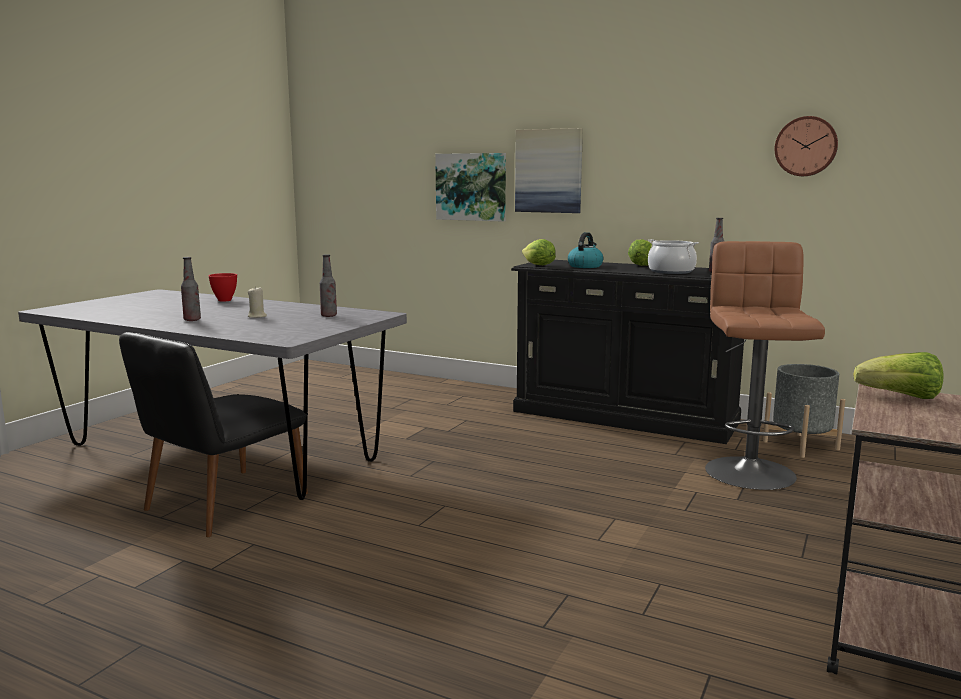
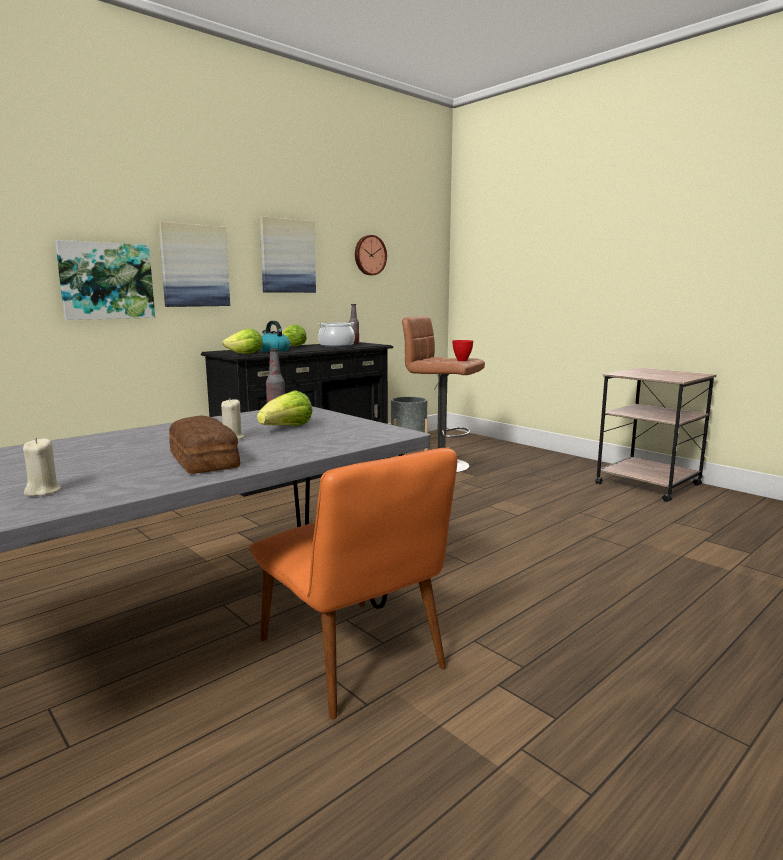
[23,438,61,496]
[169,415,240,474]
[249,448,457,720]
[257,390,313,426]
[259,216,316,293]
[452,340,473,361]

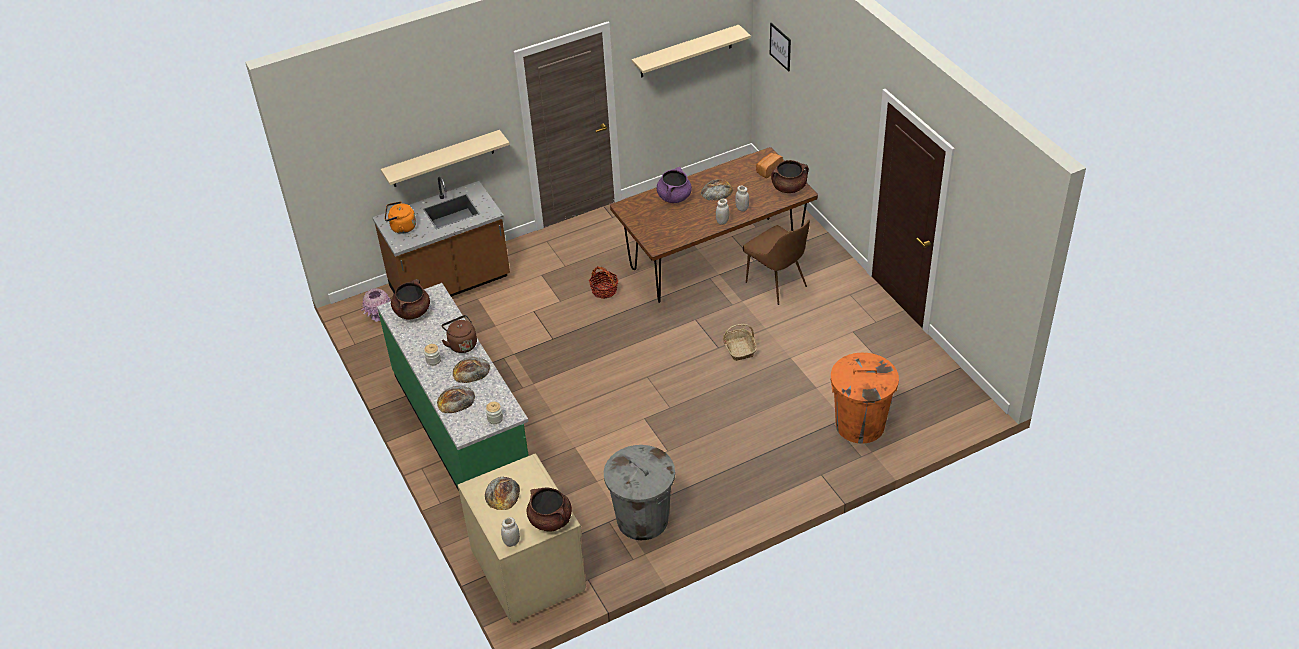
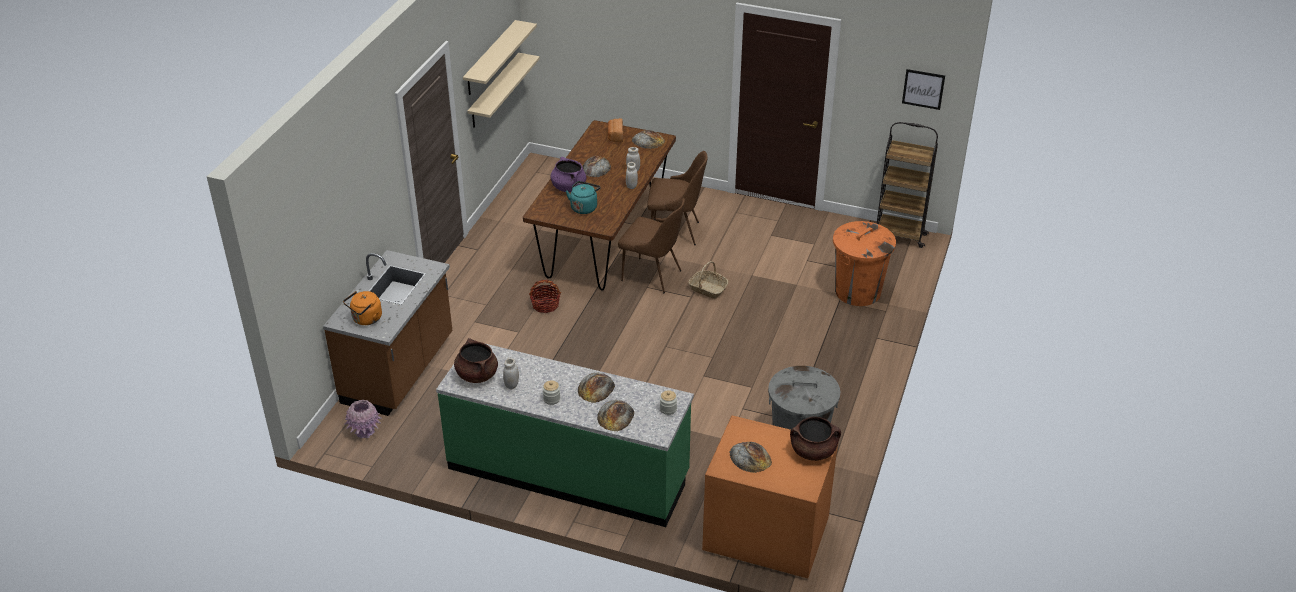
[467,53,540,128]
[503,358,519,389]
[566,181,601,214]
[618,198,685,293]
[632,130,665,149]
[702,415,838,579]
[877,122,938,248]
[902,69,945,110]
[442,315,477,353] (first image)

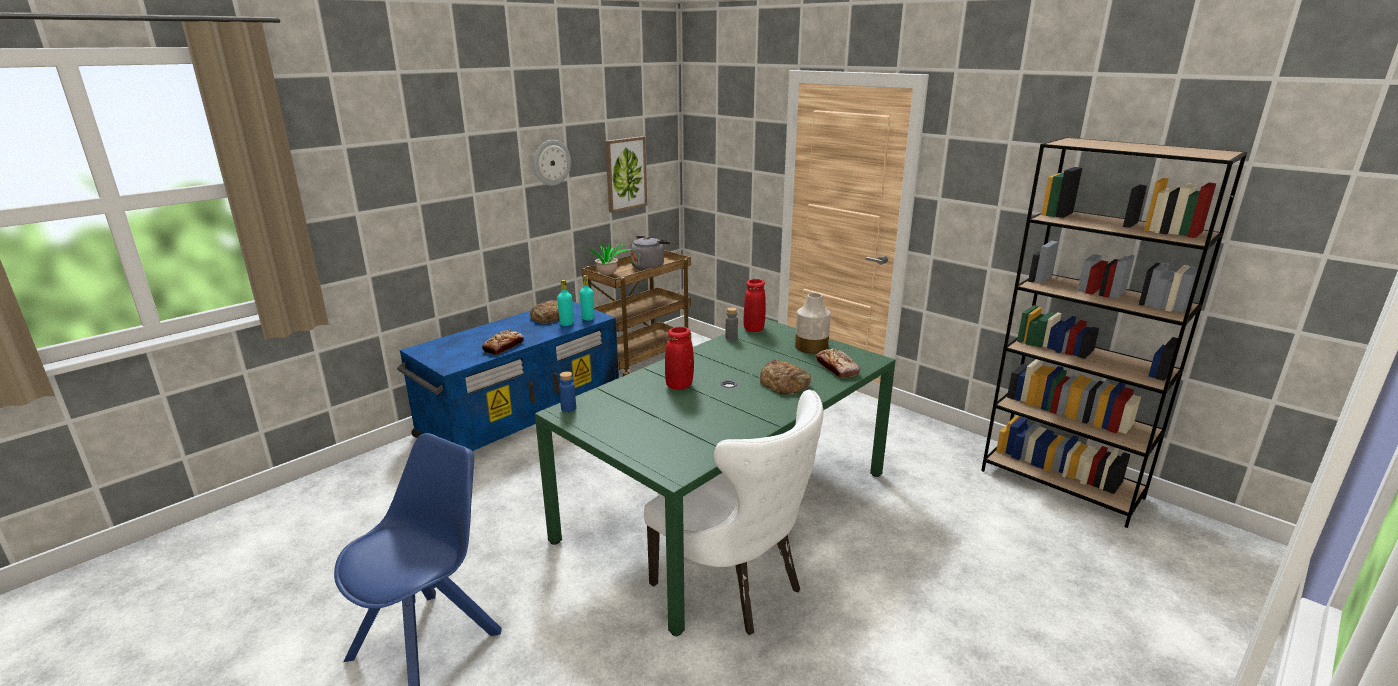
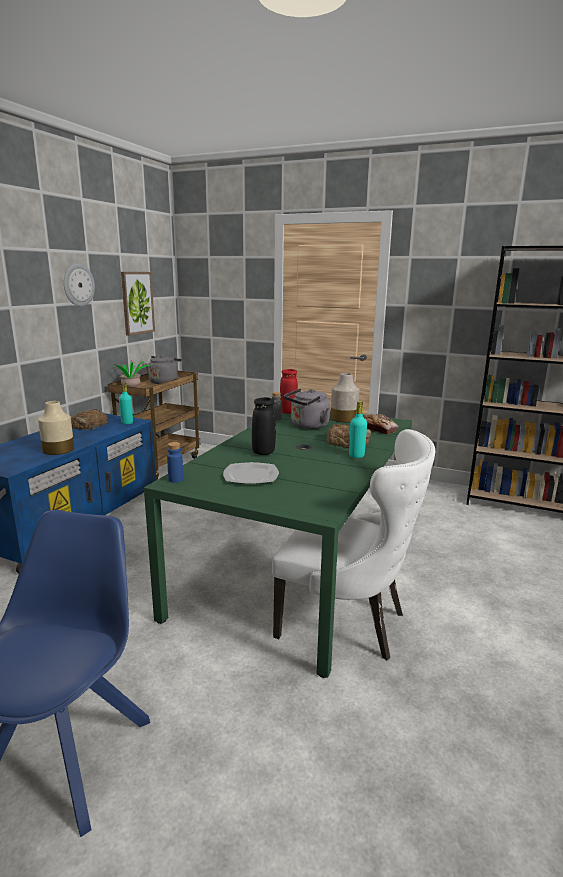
[38,401,74,455]
[223,462,279,484]
[252,397,276,455]
[284,388,330,429]
[349,401,367,458]

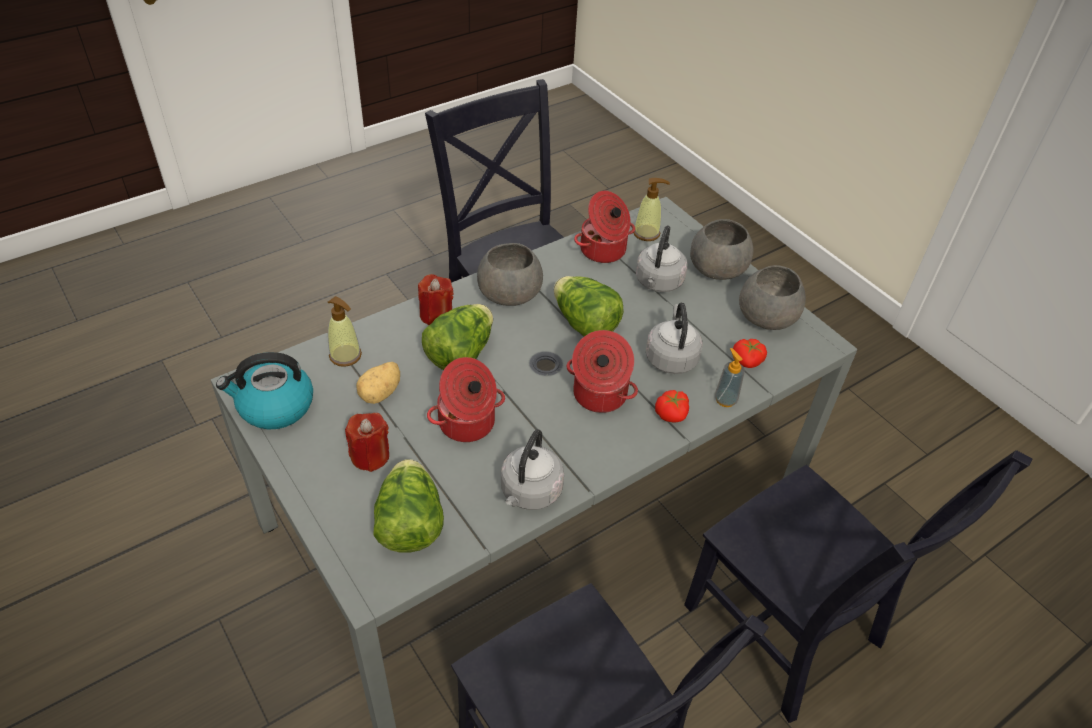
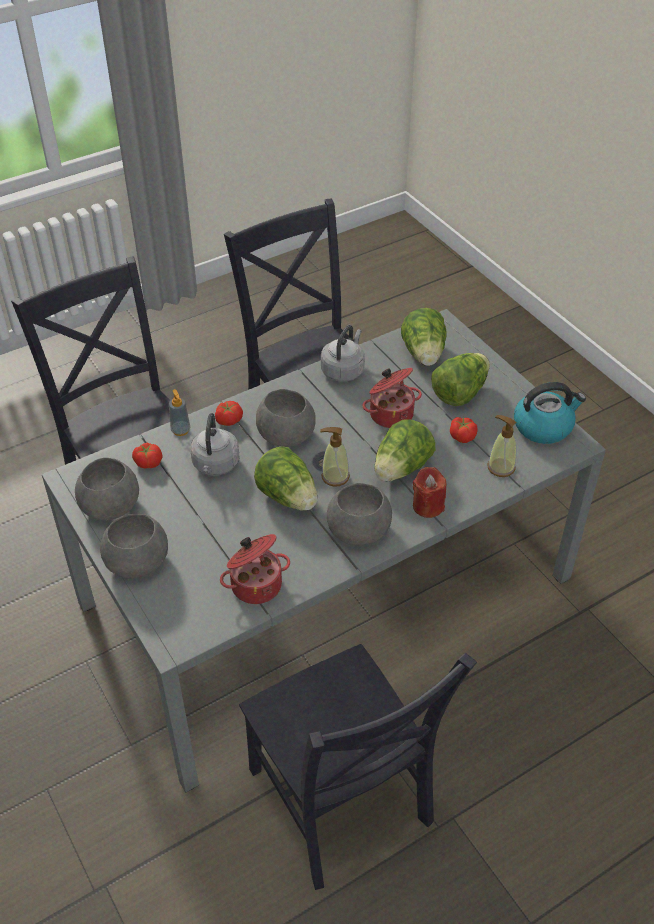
[256,389,316,447]
[320,427,350,487]
[431,353,490,406]
[450,417,478,443]
[636,225,687,292] (first image)

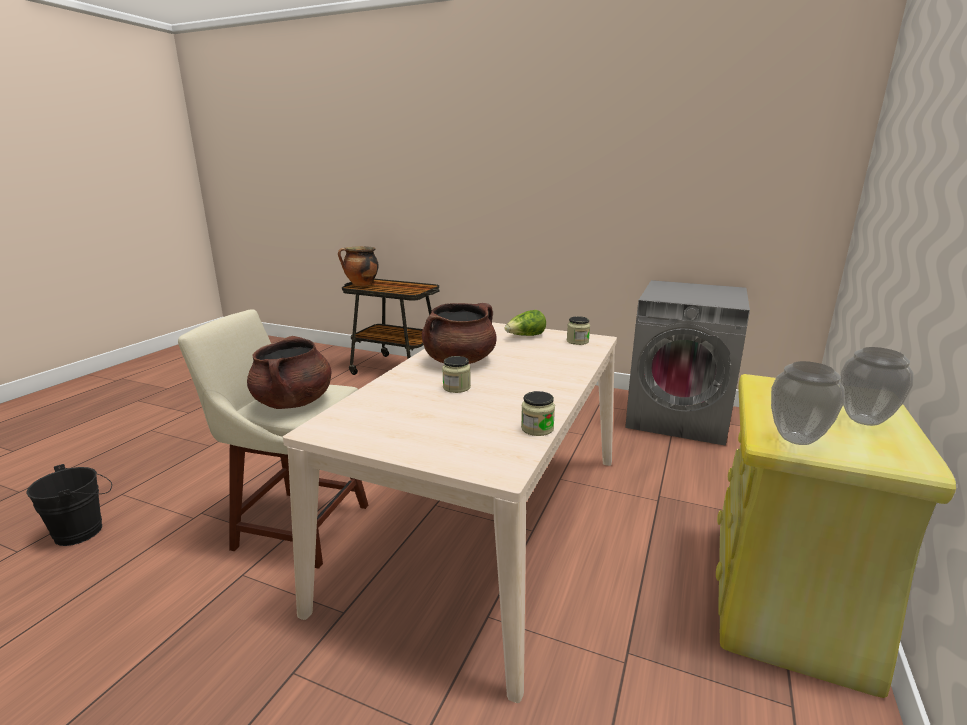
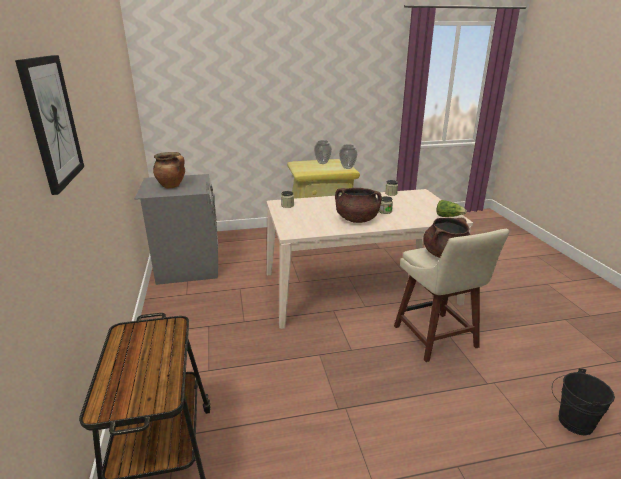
[15,55,84,195]
[153,152,185,188]
[437,200,467,217]

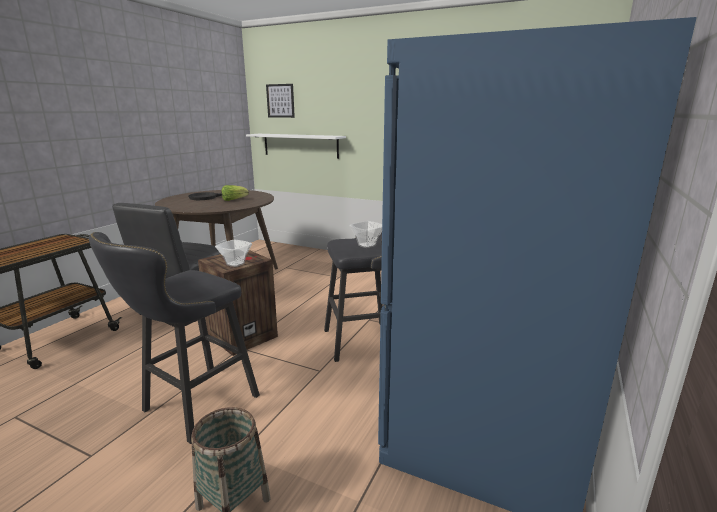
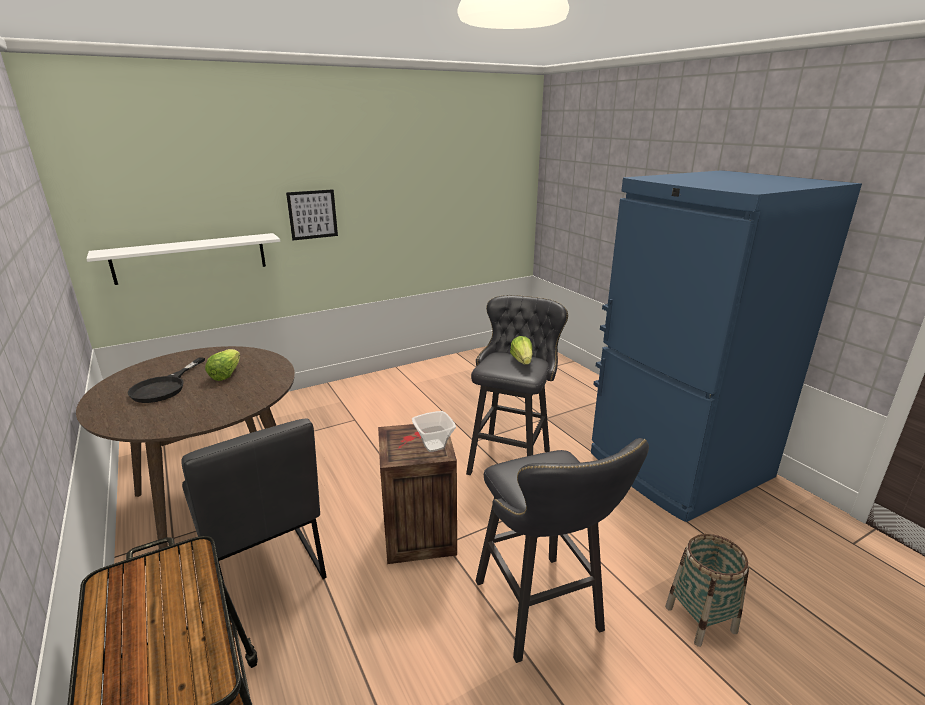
[286,189,338,240]
[510,336,532,365]

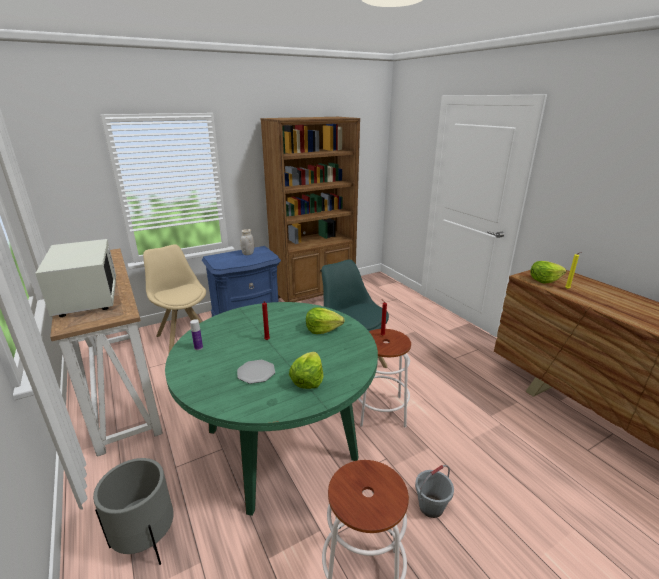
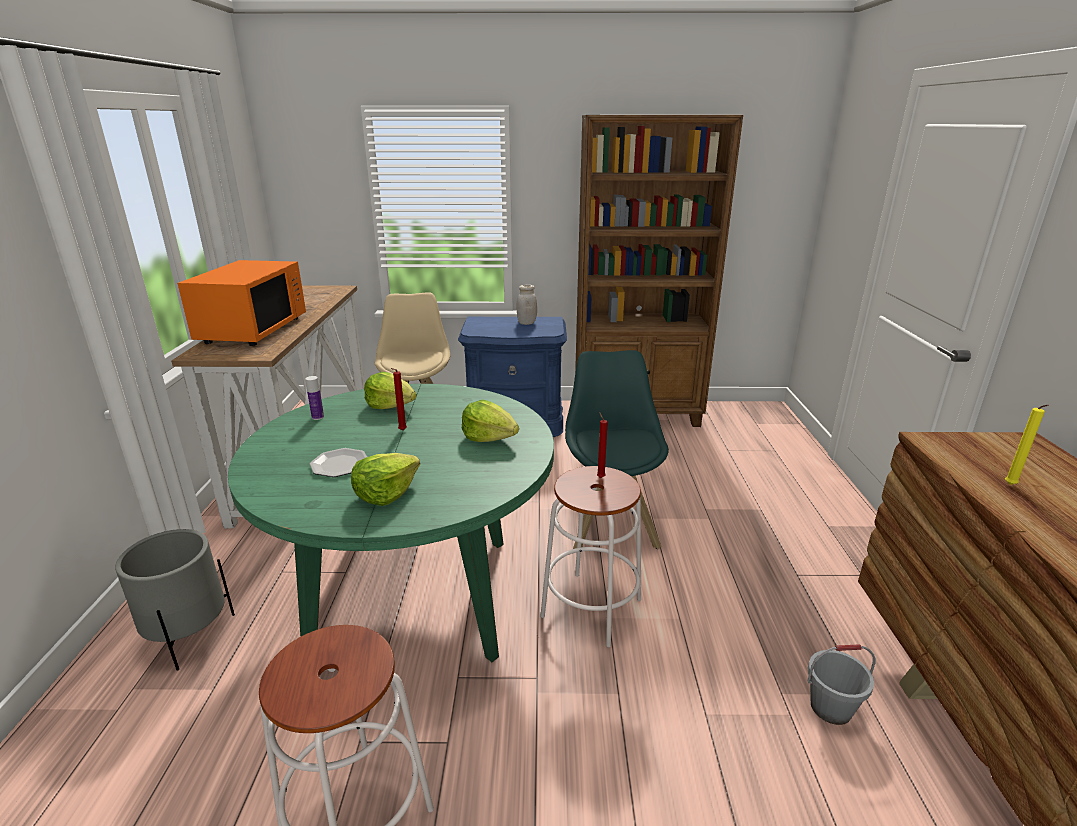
[177,260,306,346]
[364,372,417,409]
[808,644,875,725]

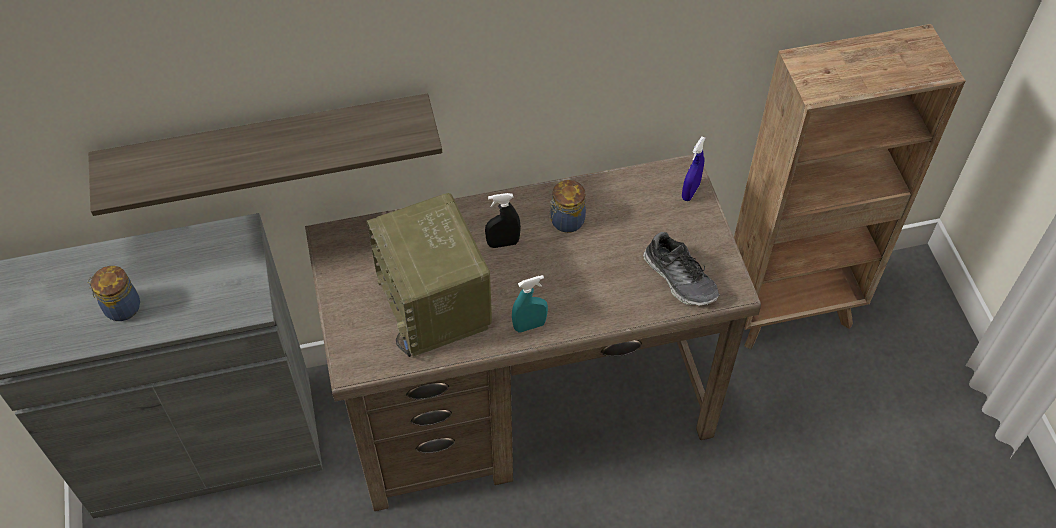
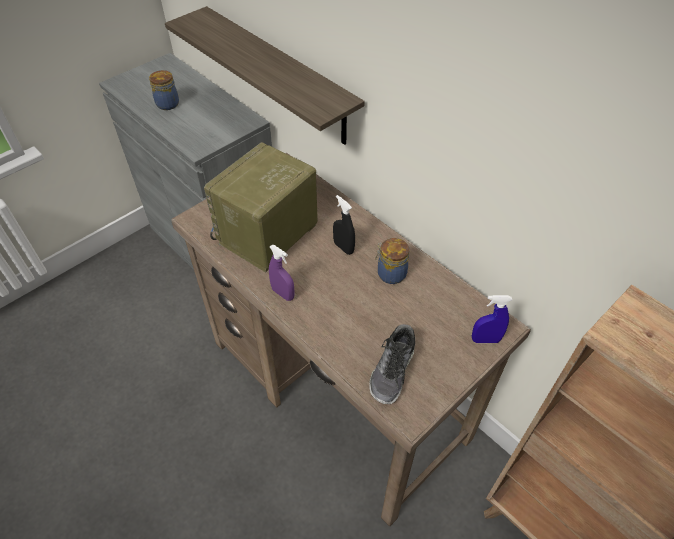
[269,245,294,301]

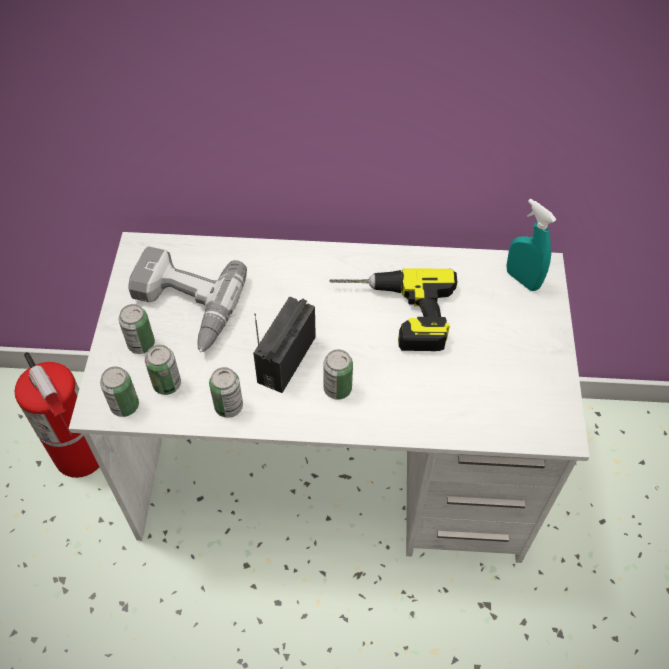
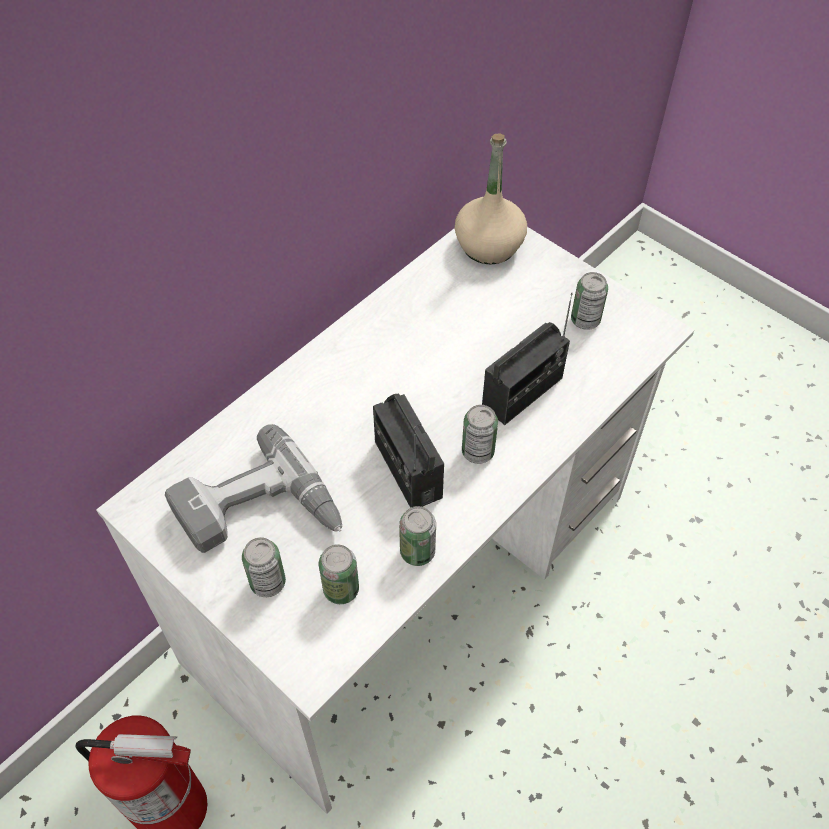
[455,133,527,265]
[482,293,573,425]
[571,272,608,330]
[329,268,457,351] (first image)

